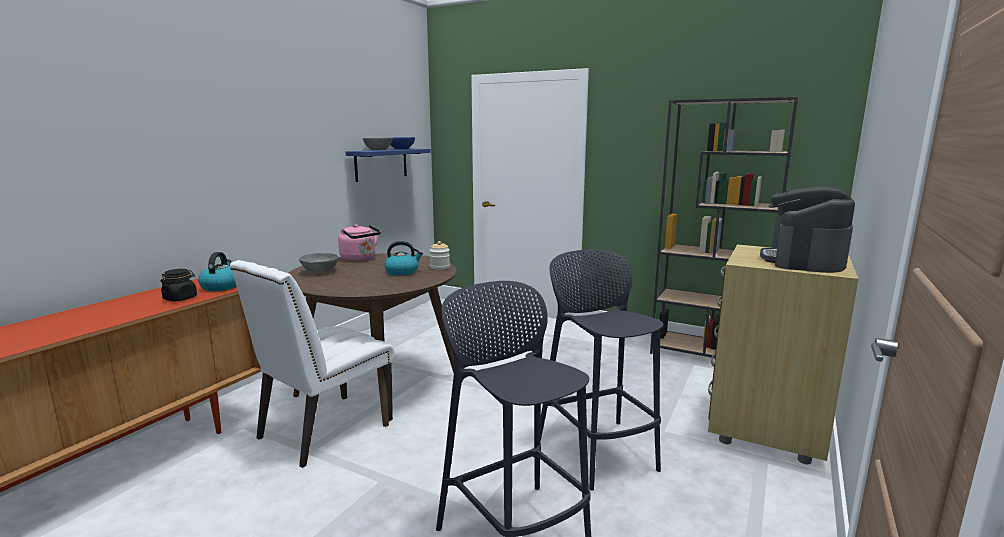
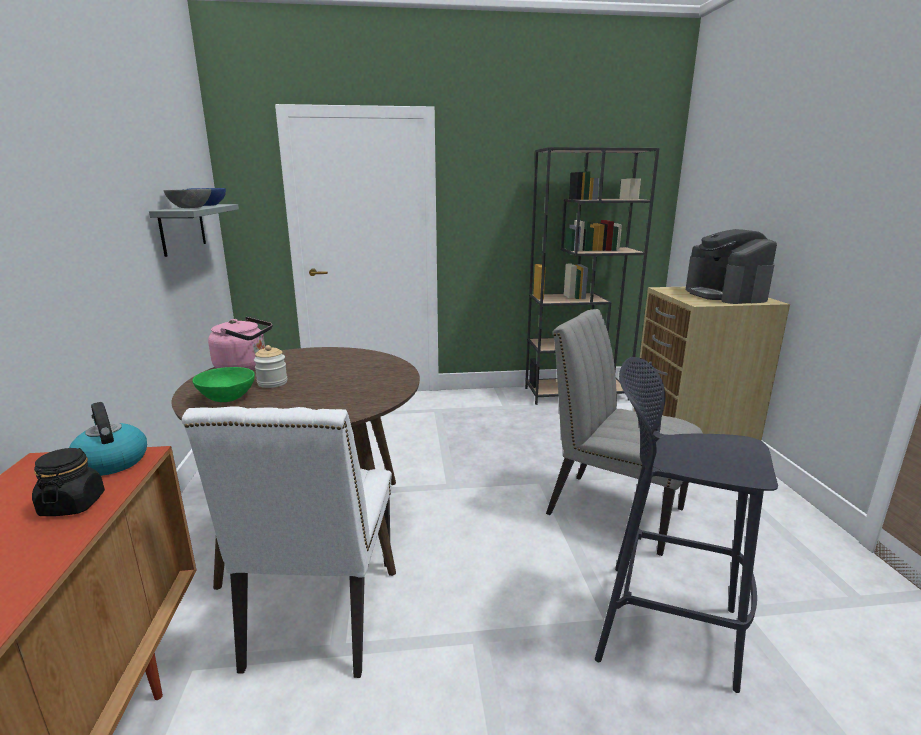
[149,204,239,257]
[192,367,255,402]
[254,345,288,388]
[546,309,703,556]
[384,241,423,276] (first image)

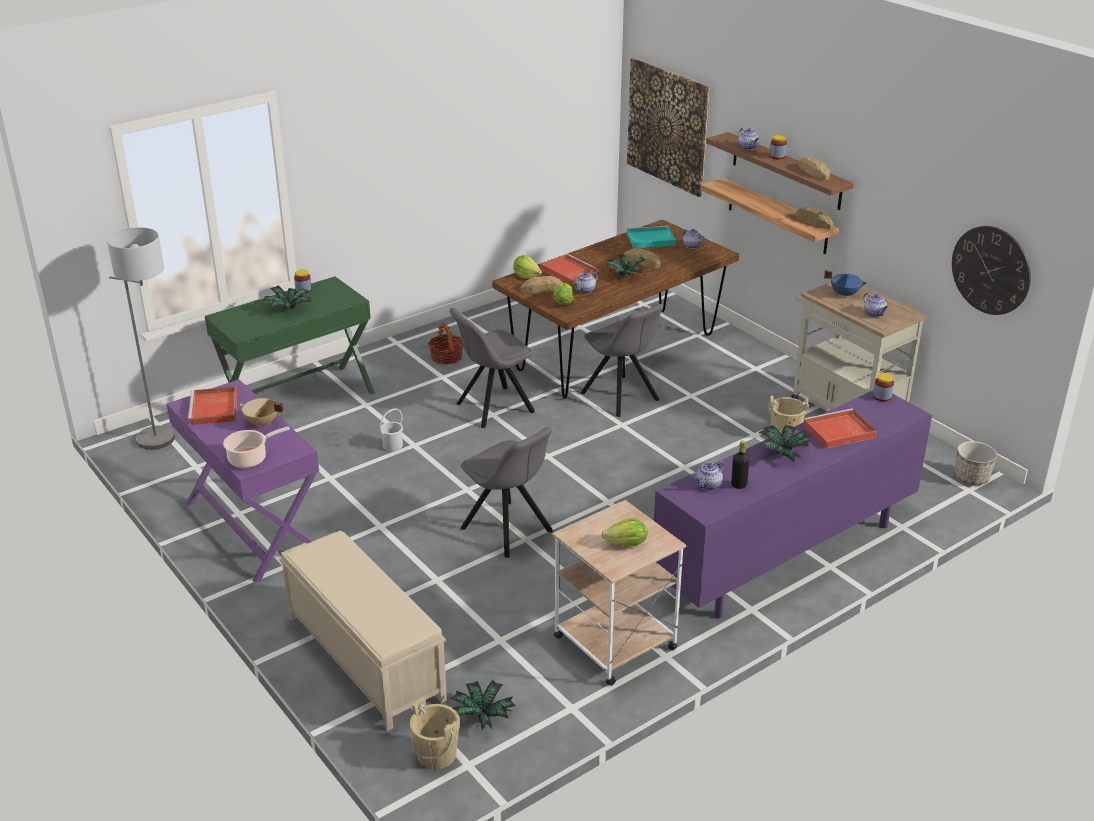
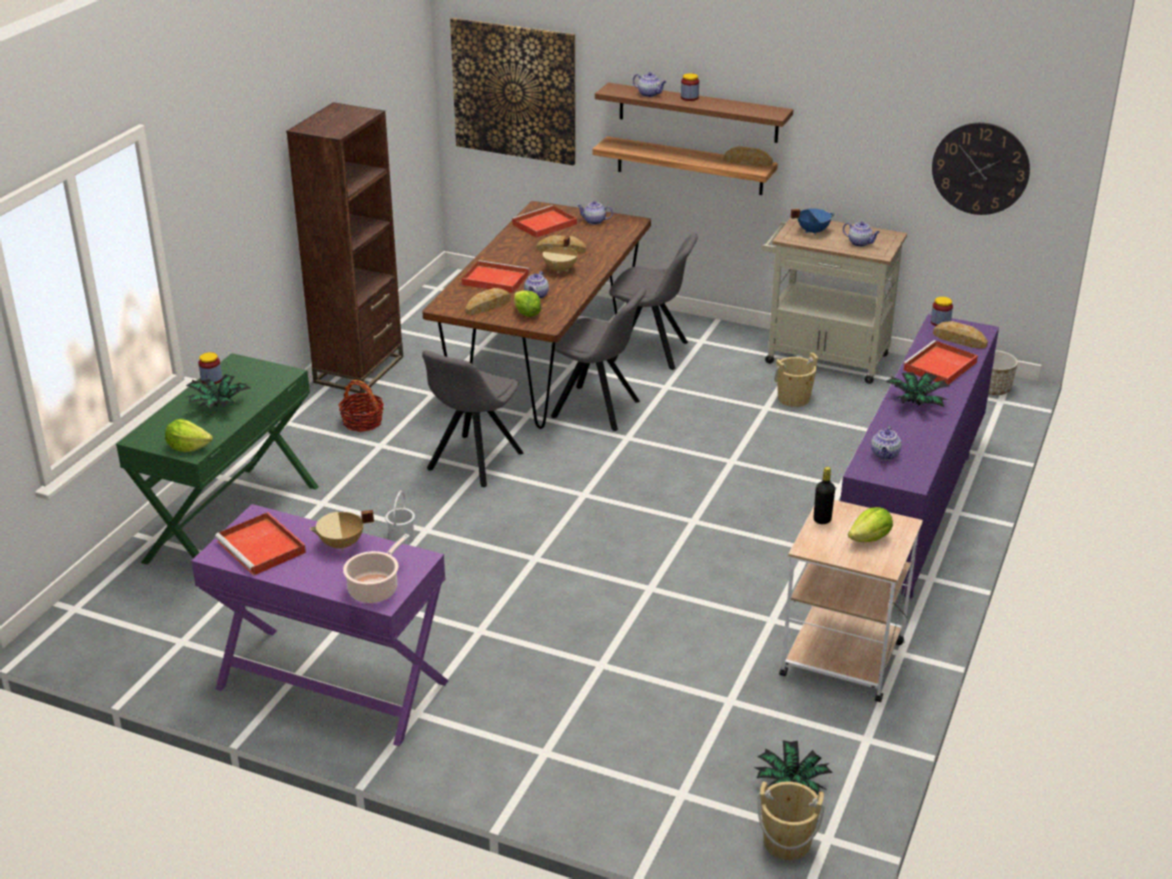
[165,419,213,452]
[286,102,403,393]
[511,205,577,238]
[543,236,578,274]
[609,233,698,370]
[813,467,835,524]
[933,321,988,348]
[107,227,175,450] (first image)
[279,531,447,731] (first image)

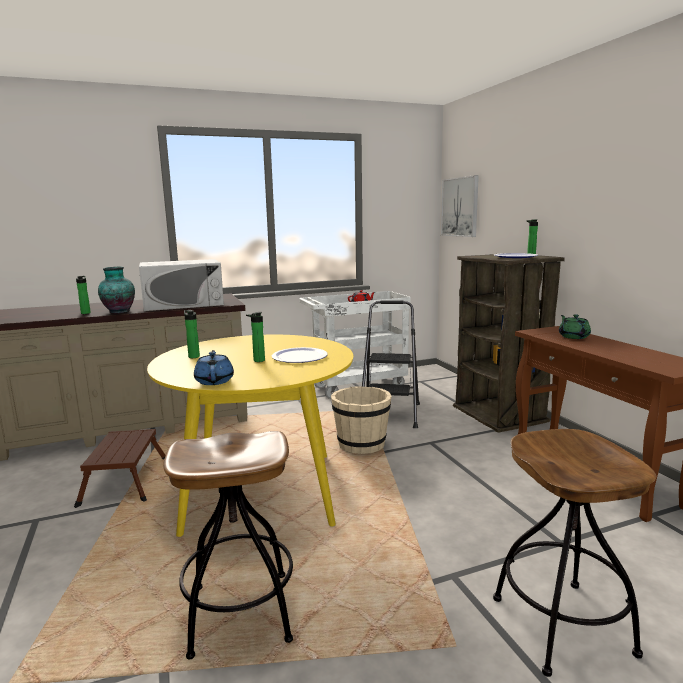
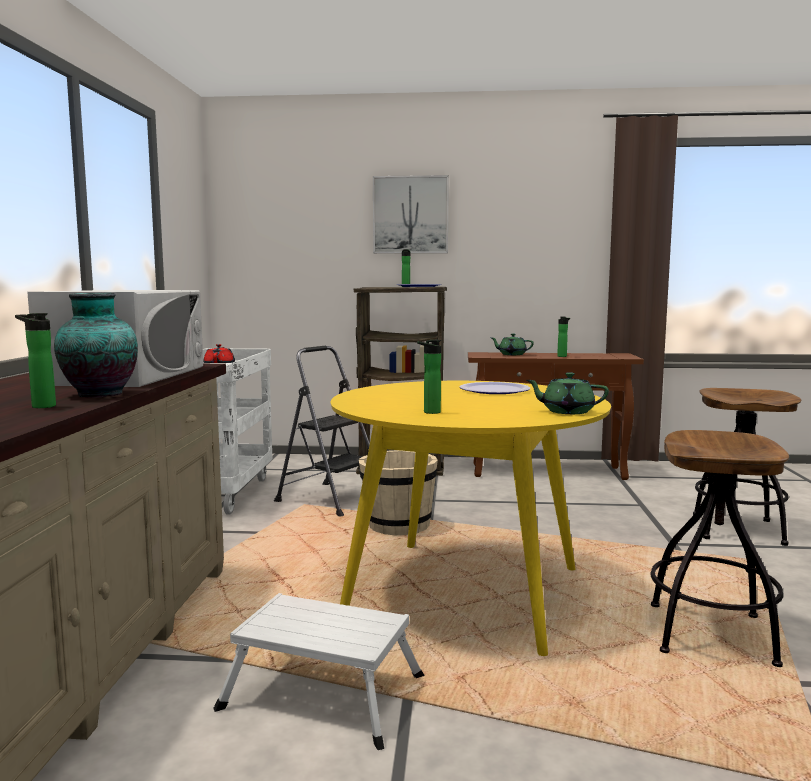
[213,593,425,750]
[373,175,449,253]
[527,372,609,414]
[557,316,570,357]

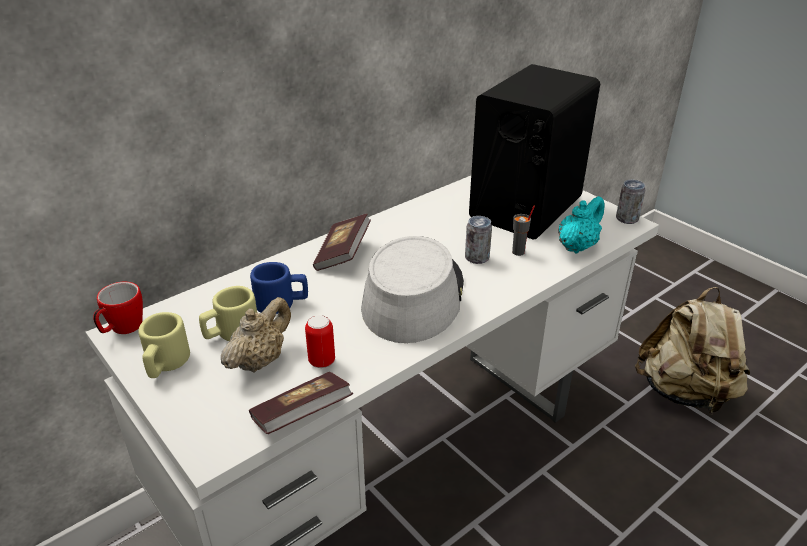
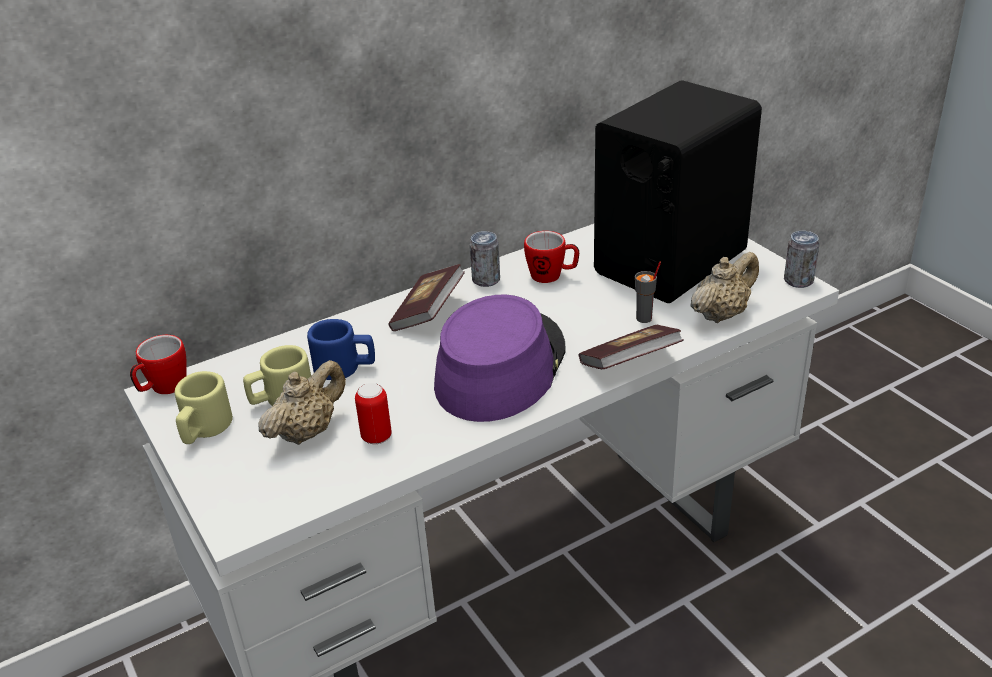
[434,294,566,422]
[470,231,500,287]
[524,231,579,283]
[579,325,684,369]
[691,252,759,323]
[635,287,750,415] (first image)

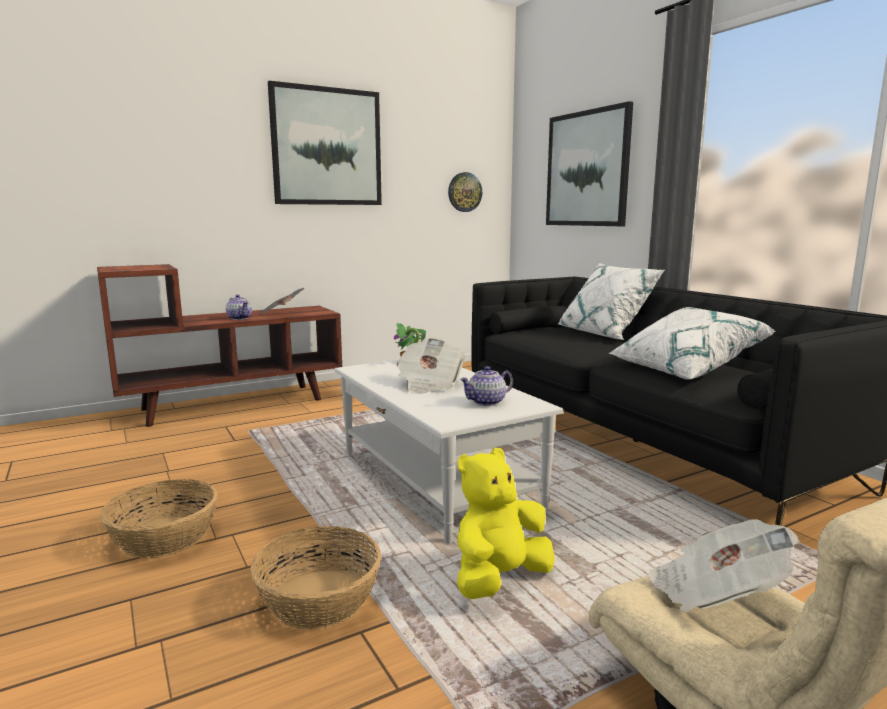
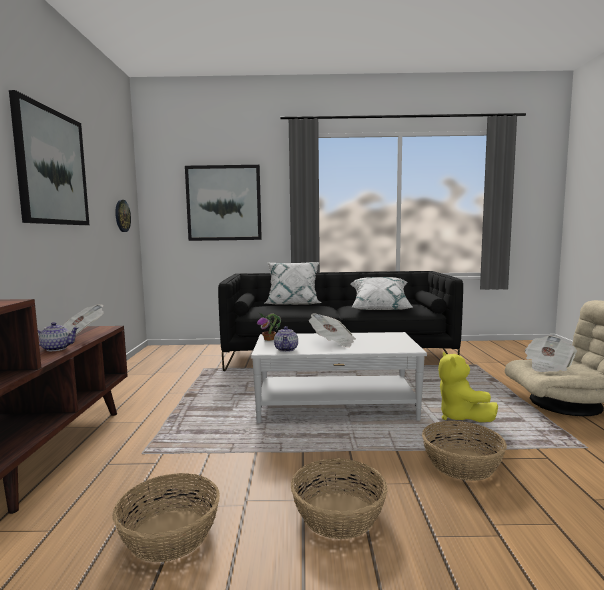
[112,473,220,562]
[274,326,298,352]

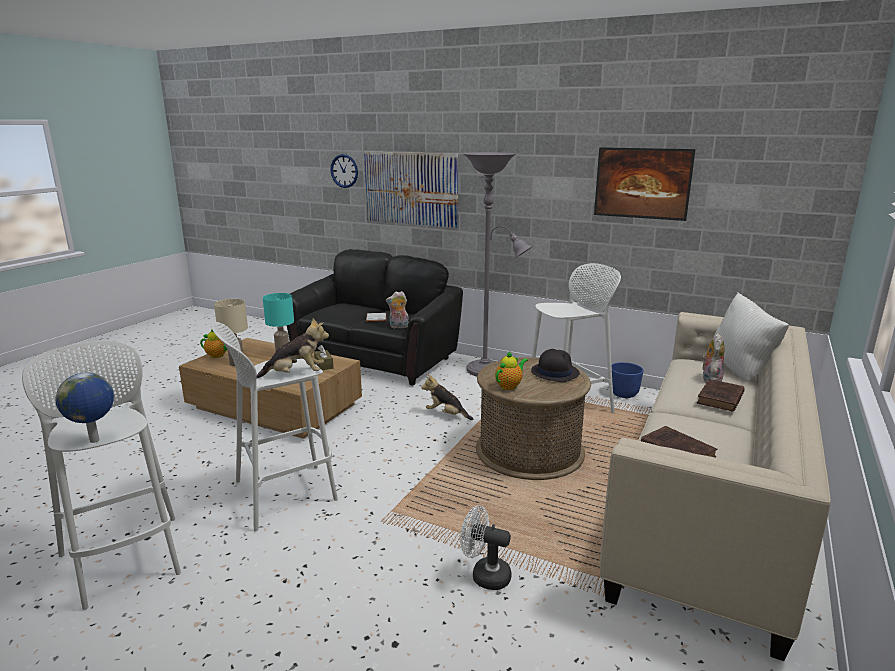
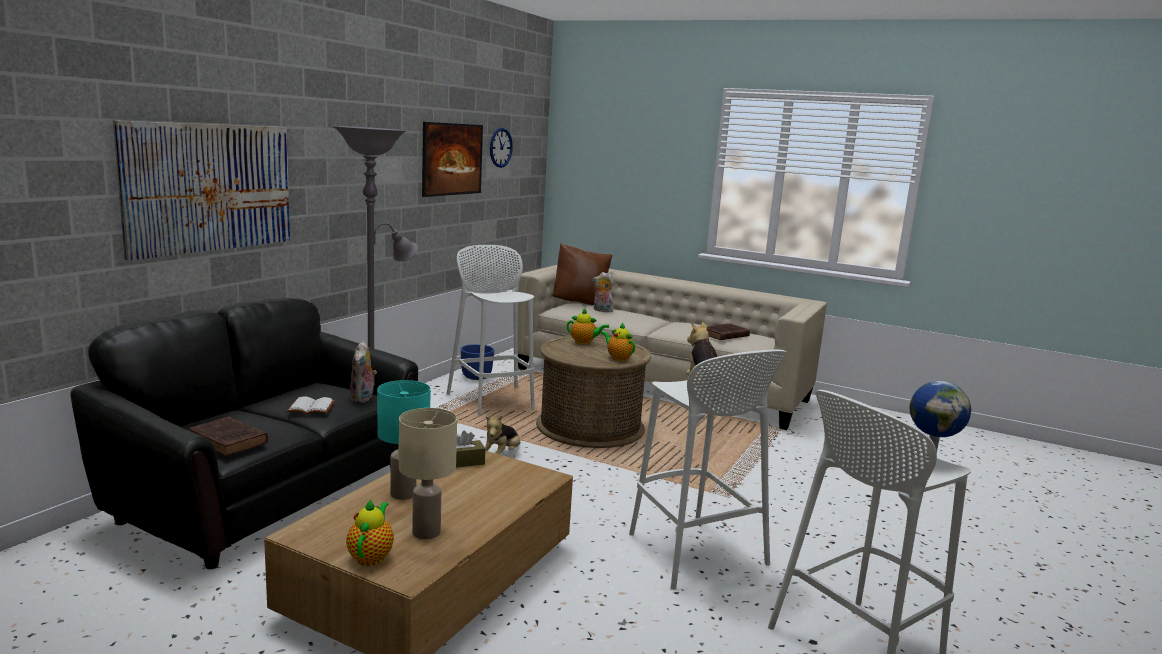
[188,417,268,456]
[490,128,513,168]
[552,243,612,305]
[567,308,609,344]
[460,505,511,590] (first image)

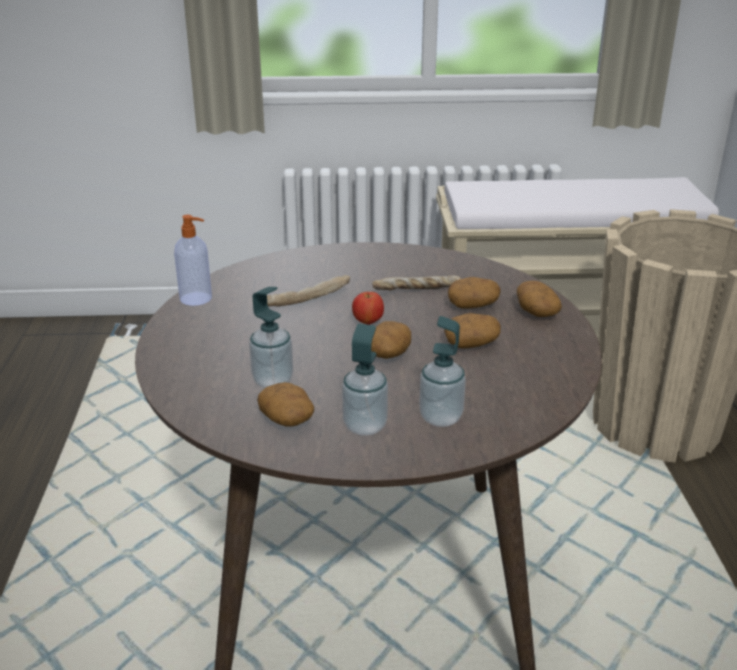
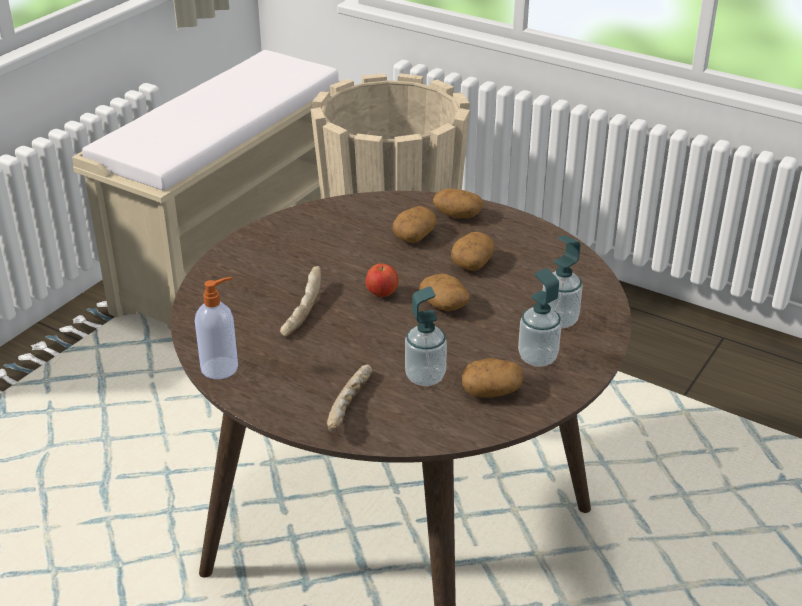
[327,365,372,432]

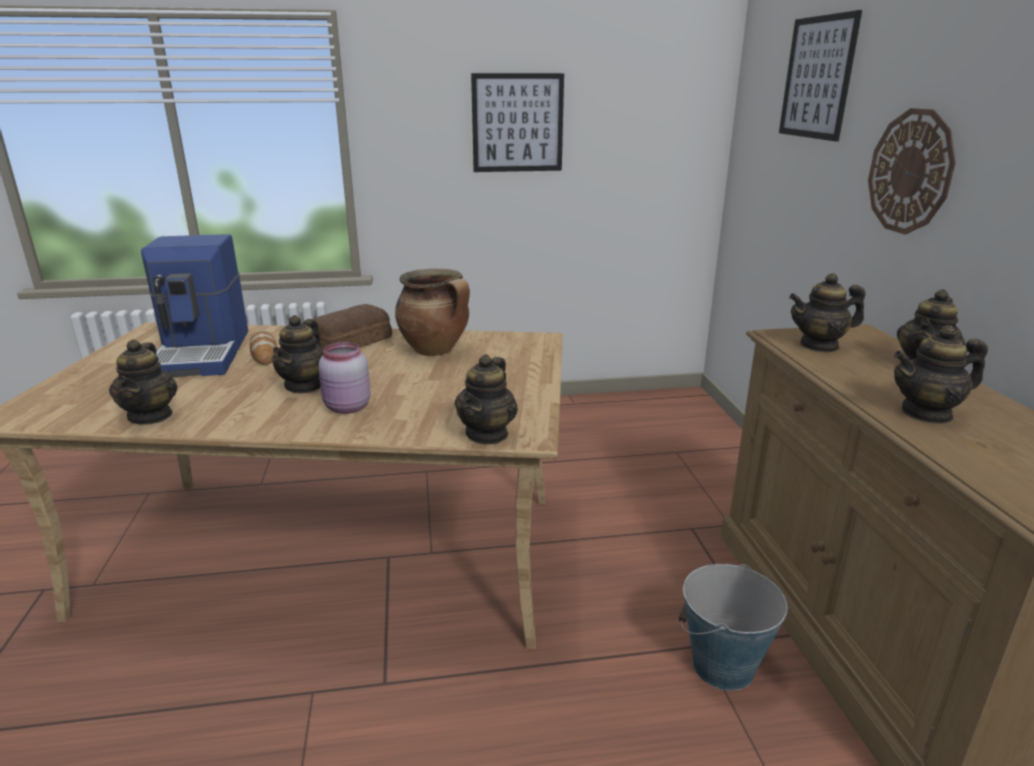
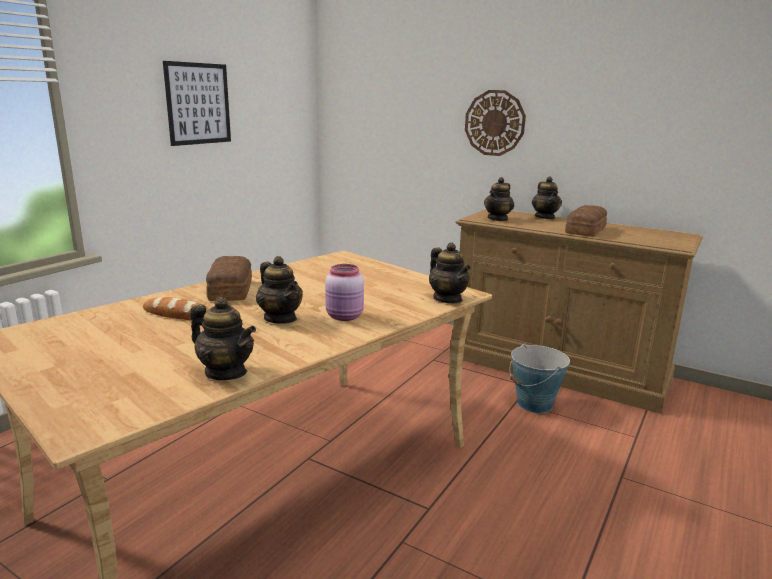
[565,205,607,237]
[141,234,248,377] (first image)
[395,269,470,356] (first image)
[779,10,862,141] (first image)

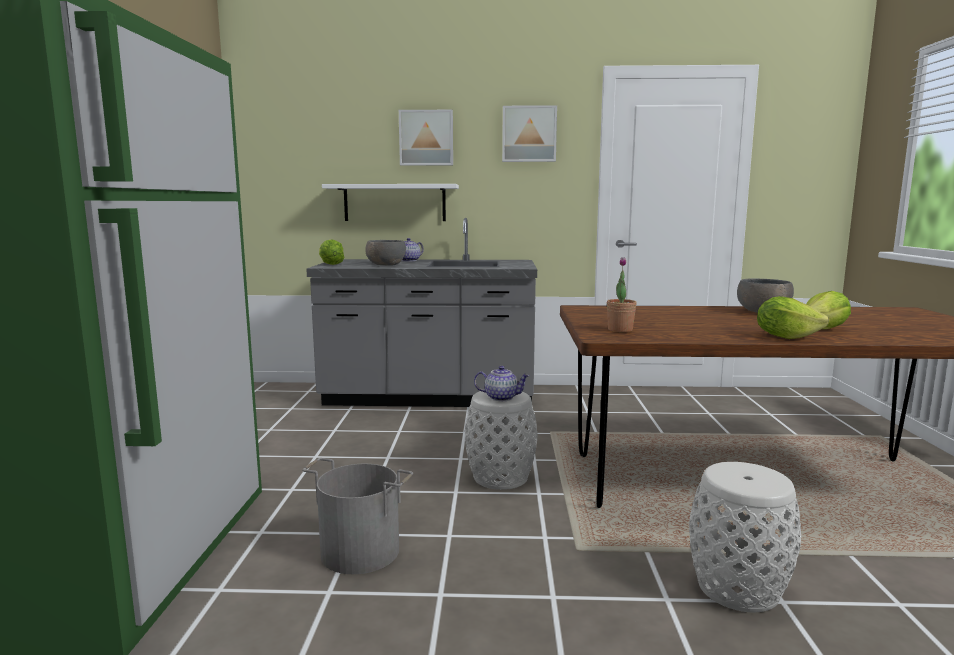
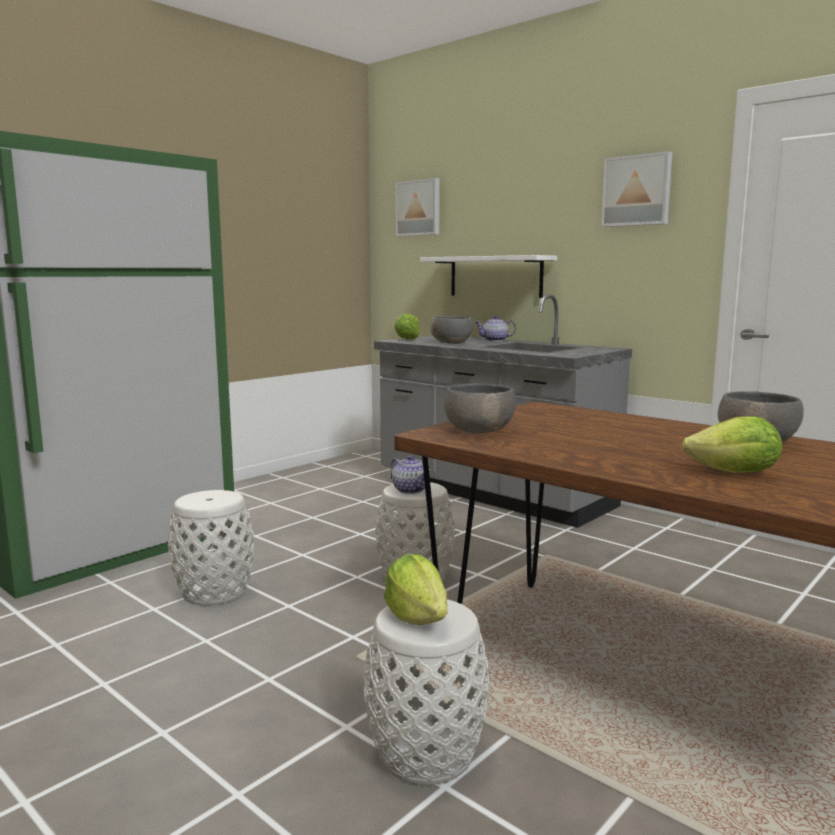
[168,490,254,606]
[384,554,448,625]
[395,178,440,236]
[444,384,516,434]

